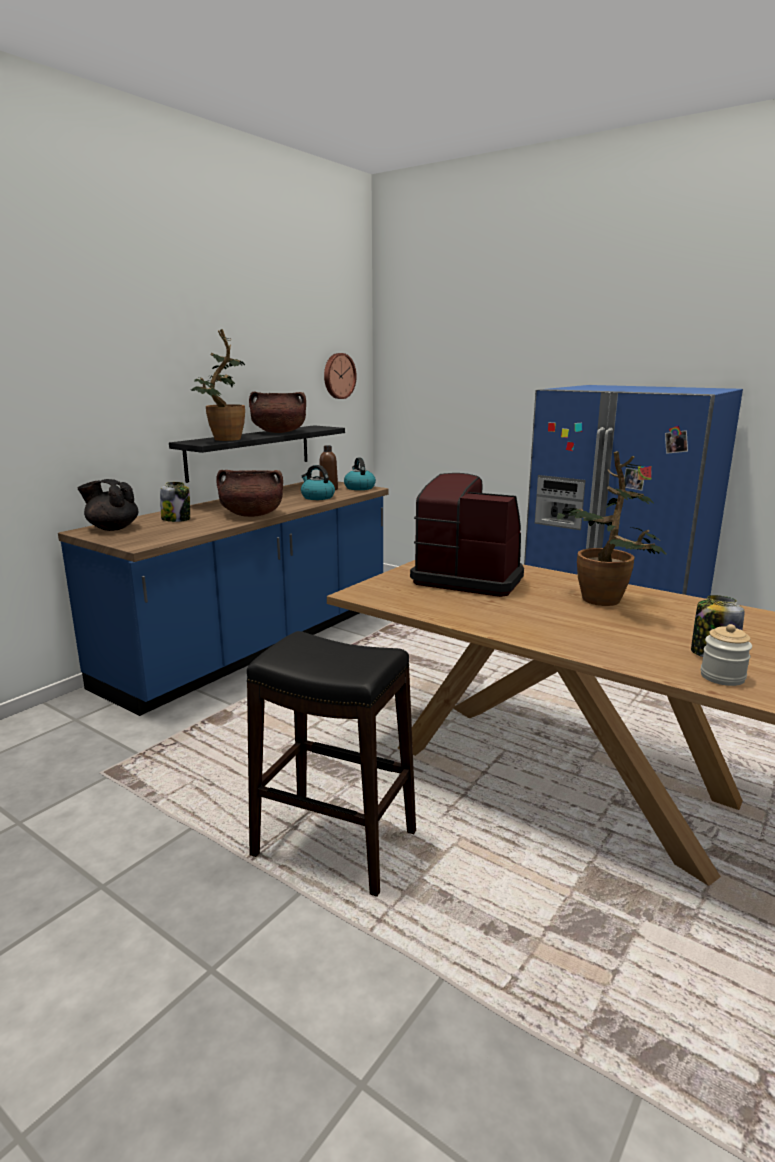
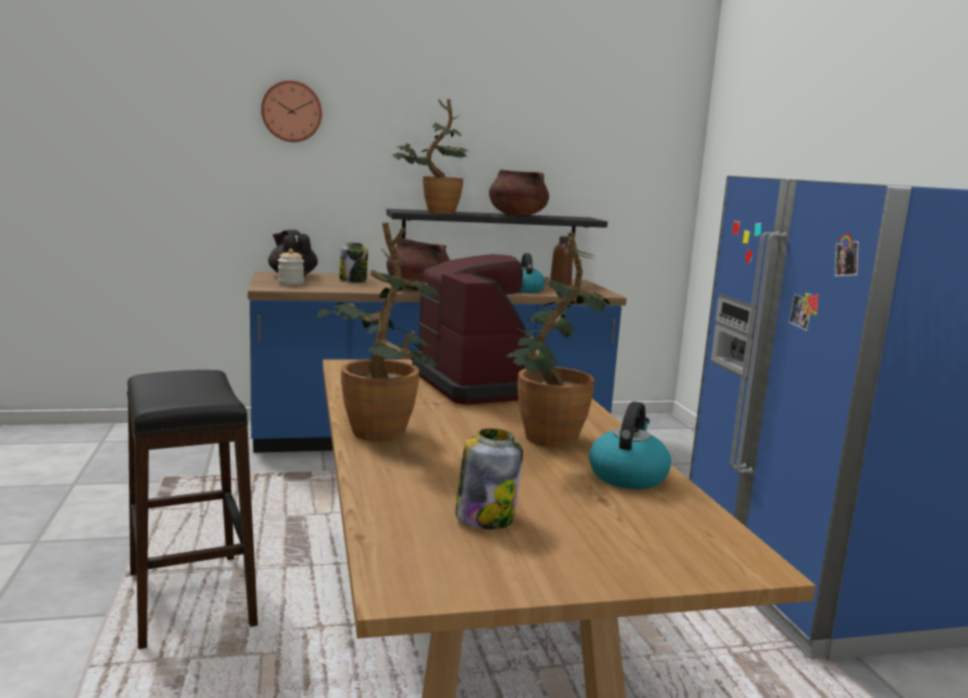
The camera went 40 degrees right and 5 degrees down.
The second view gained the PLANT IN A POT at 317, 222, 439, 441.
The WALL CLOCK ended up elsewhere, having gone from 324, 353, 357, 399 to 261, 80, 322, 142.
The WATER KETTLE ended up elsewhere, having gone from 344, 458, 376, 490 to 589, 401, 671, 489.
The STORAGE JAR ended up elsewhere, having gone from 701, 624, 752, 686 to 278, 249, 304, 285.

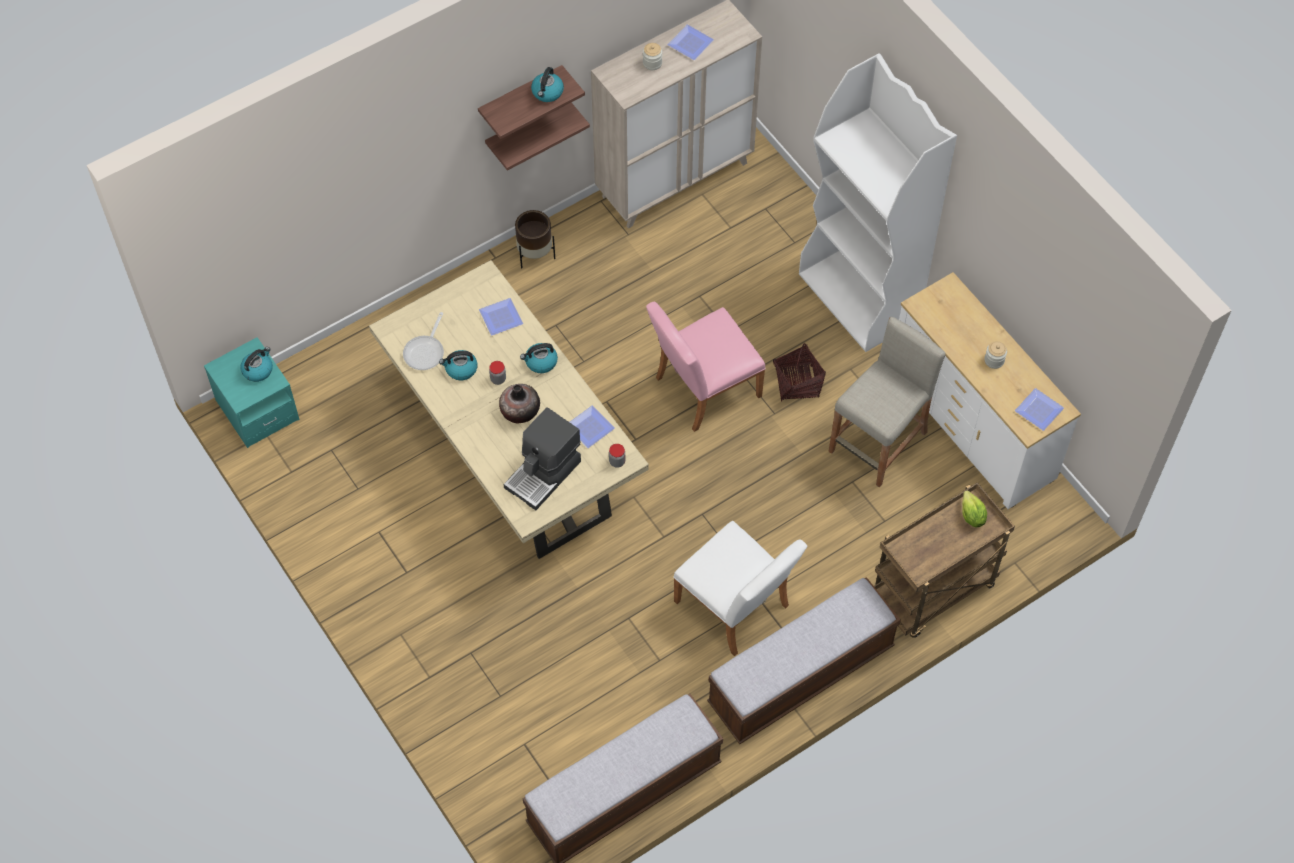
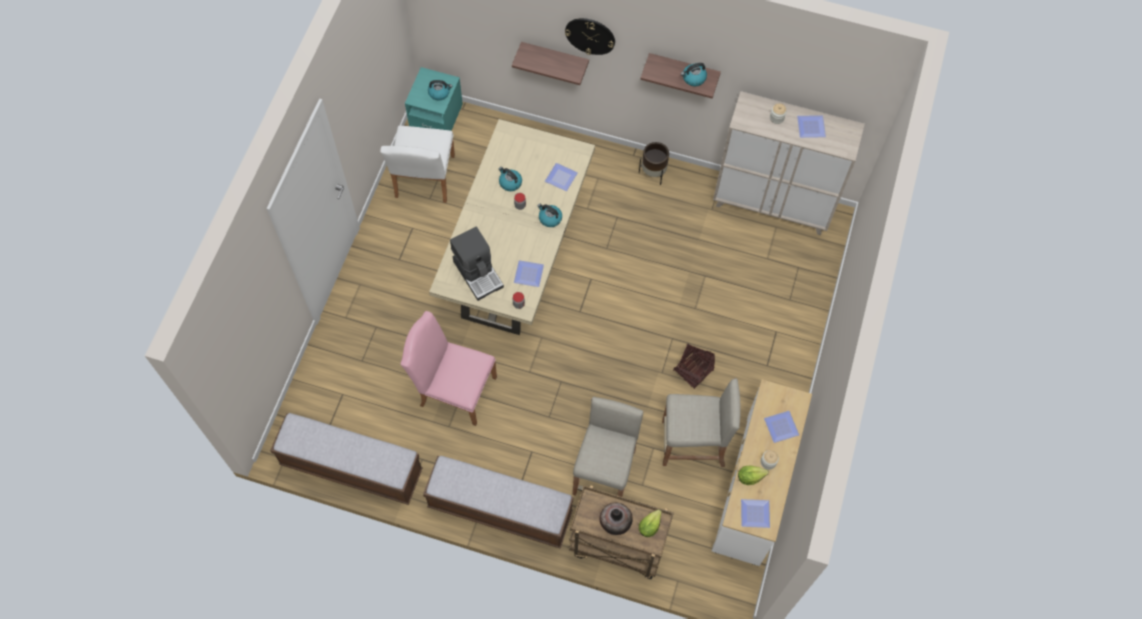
The camera went 50 degrees right and 5 degrees up.
The second view lost the SKILLET at 403, 312, 444, 370.
The second view lost the WHITISH BOOKCASE at 799, 53, 957, 352.
The second view gained the WALL CLOCK at 565, 18, 615, 55.
The second view gained the BEIGE STOOL at 573, 397, 643, 497.
The second view gained the LETTUCE HEAD at 738, 466, 769, 485.
The second view gained the PLATE at 764, 411, 799, 443.
The WALL SHELF ended up elsewhere, having gone from 485, 102, 590, 171 to 512, 42, 589, 85.
The DECORATIVE VASE ended up elsewhere, having gone from 499, 384, 540, 423 to 600, 503, 633, 535.
The PINK-COLOURED CHAIR ended up elsewhere, having gone from 646, 302, 766, 432 to 400, 311, 497, 426.
The WHITISH CHAIR ended up elsewhere, having gone from 673, 521, 807, 656 to 380, 126, 455, 203.
The COFFEE BREWER at 504, 407, 581, 510 ended up facing another way, 120 degrees counterclockwise from before.

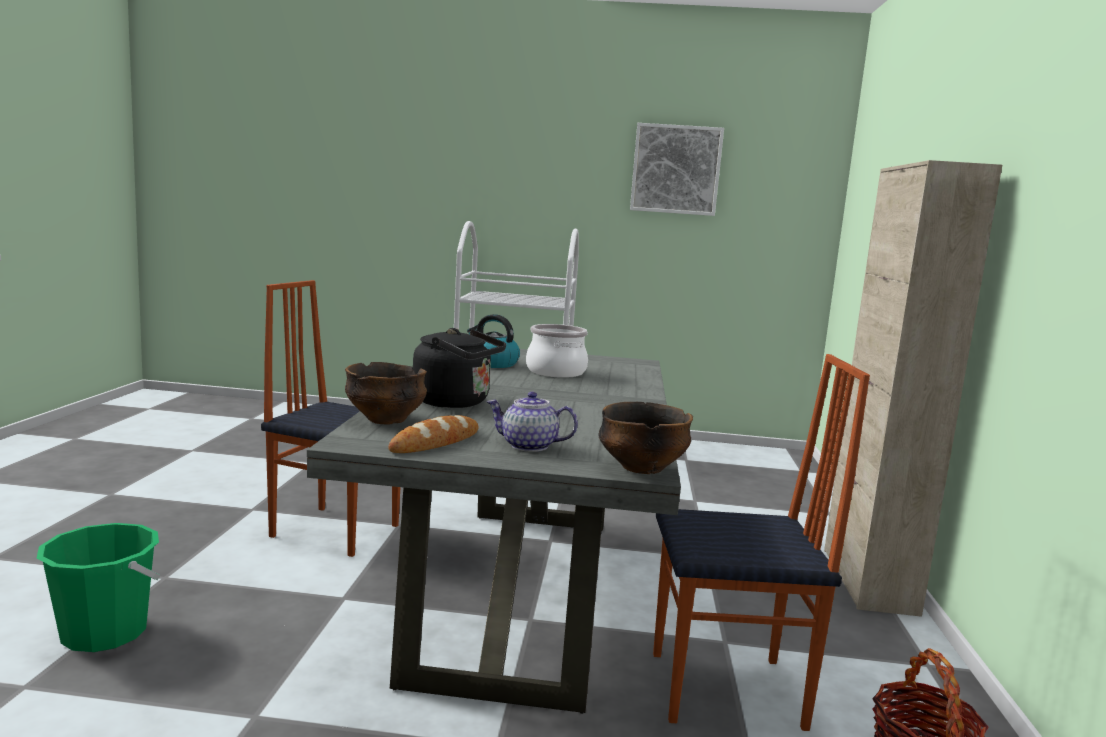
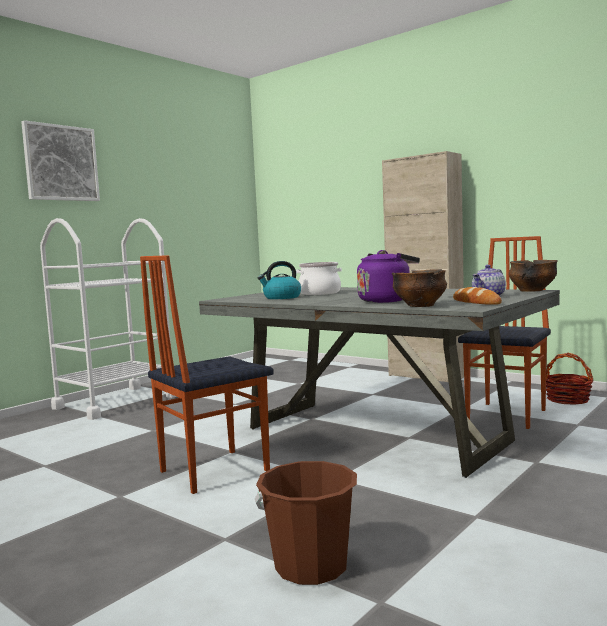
The camera went 55 degrees left and 5 degrees down.
The WALL PICTURE ended up elsewhere, having gone from 630, 123, 724, 216 to 21, 120, 100, 201.
What was the GREEN BUCKET at 37, 523, 161, 652 turned into the BROWNISH BUCKET at 255, 461, 357, 585.
What was the BLACK-COLOURED WATER KETTLE at 413, 328, 506, 408 turned into the PURPLE WATER KETTLE at 357, 250, 420, 303.

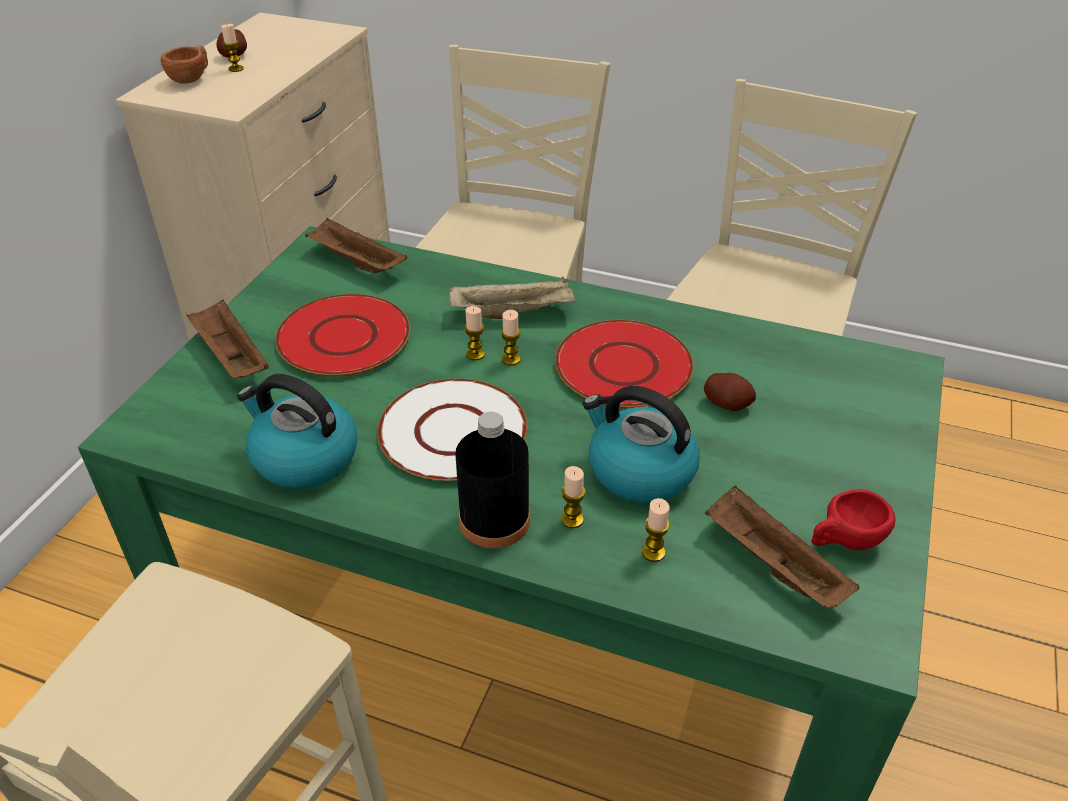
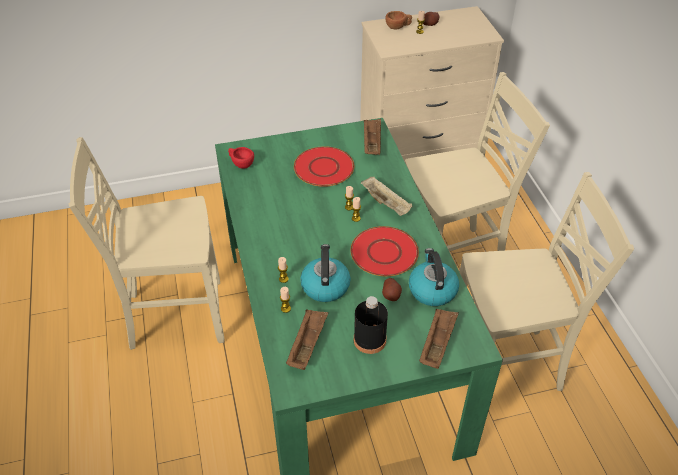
The camera went 55 degrees right and 5 degrees up.
The second view lost the WHITISH PLATE at 377, 379, 527, 481.
The BROWNISH SERVING TRAY ended up elsewhere, having gone from 186, 299, 269, 379 to 419, 308, 459, 369.
The WATER KETTLE ended up elsewhere, having gone from 237, 374, 357, 489 to 409, 248, 459, 306.
The BLACK-COLOURED DRINK BOTTLE ended up elsewhere, having gone from 455, 412, 530, 548 to 354, 296, 388, 354.
The REDDISH SMALL CUP ended up elsewhere, having gone from 811, 489, 896, 550 to 228, 147, 254, 169.

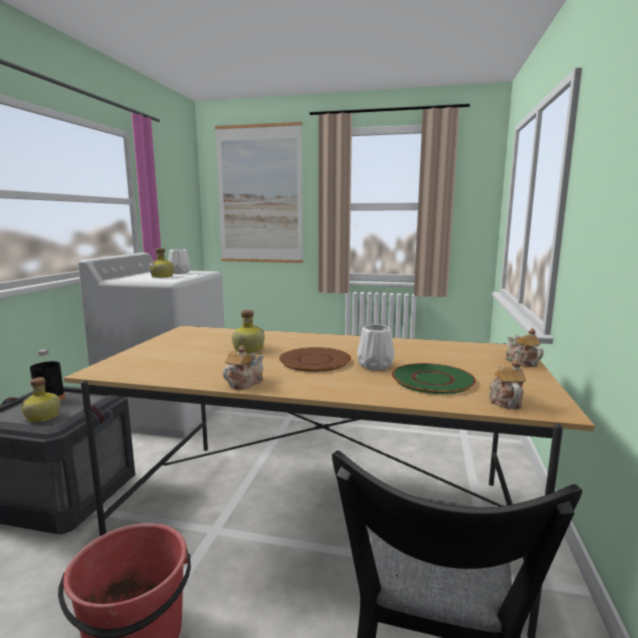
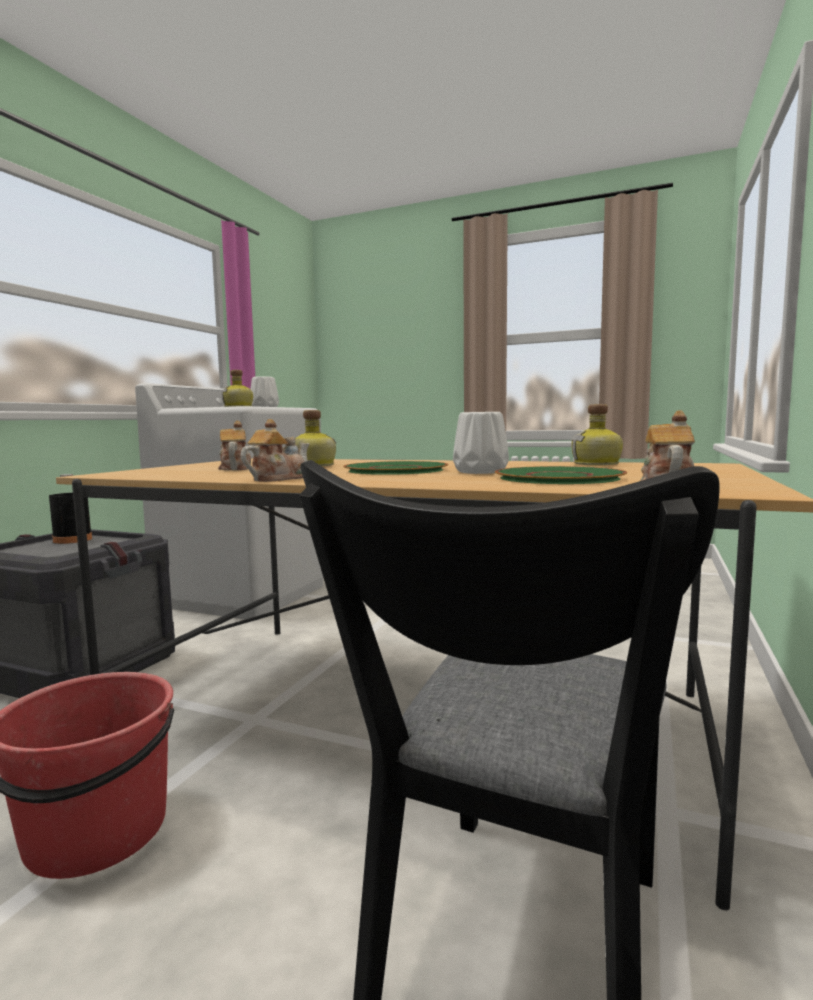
The camera went 10 degrees right and 5 degrees down.
The second view lost the WALL PICTURE at 215, 122, 303, 263.
The DRINK BOTTLE ended up elsewhere, having gone from 21, 377, 60, 422 to 571, 404, 623, 465.
The TEAPOT ended up elsewhere, having gone from 505, 328, 544, 367 to 218, 421, 251, 470.
What was the BROWNISH PLATE at 279, 347, 351, 372 turned into the GREEN PLATE at 343, 461, 448, 475.

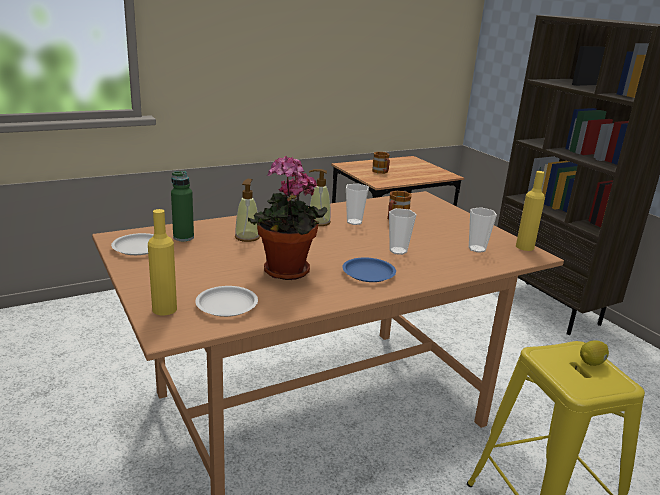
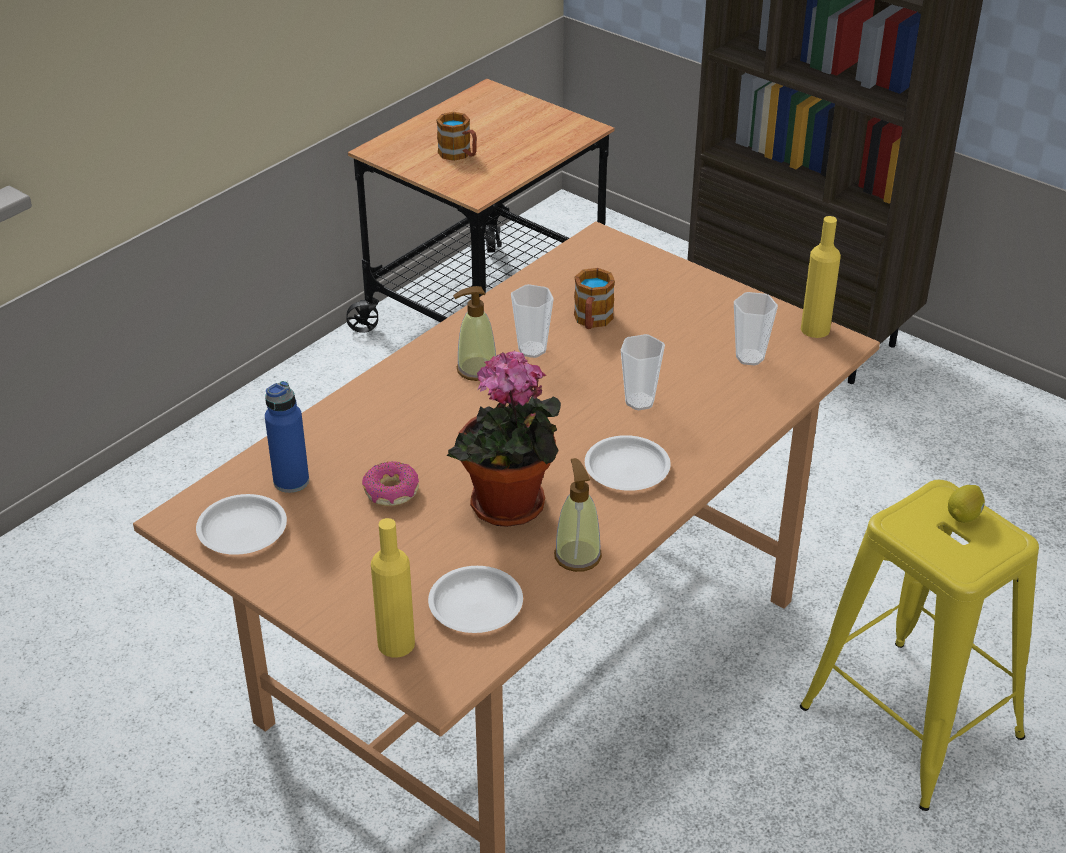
The camera went 20 degrees left and 15 degrees up.
The second view gained the RING DOUGHNUT at 362, 461, 419, 506.
The SOAP DISPENSER ended up elsewhere, having gone from 235, 179, 260, 242 to 554, 458, 602, 572.
What was the GREEN DRINK BOTTLE at 171, 171, 194, 241 turned into the BLUE-COLOURED DRINK BOTTLE at 265, 381, 309, 493.
What was the BLUE-COLOURED PLATE at 342, 257, 396, 282 turned into the WHITISH PLATE at 585, 435, 671, 491.

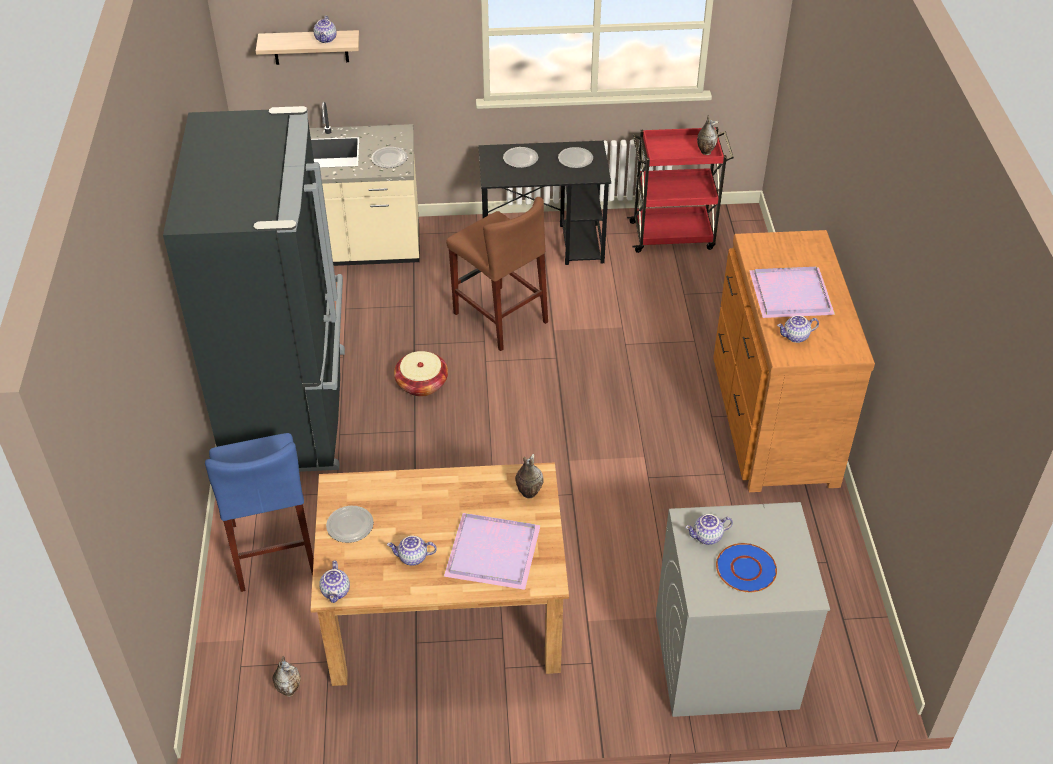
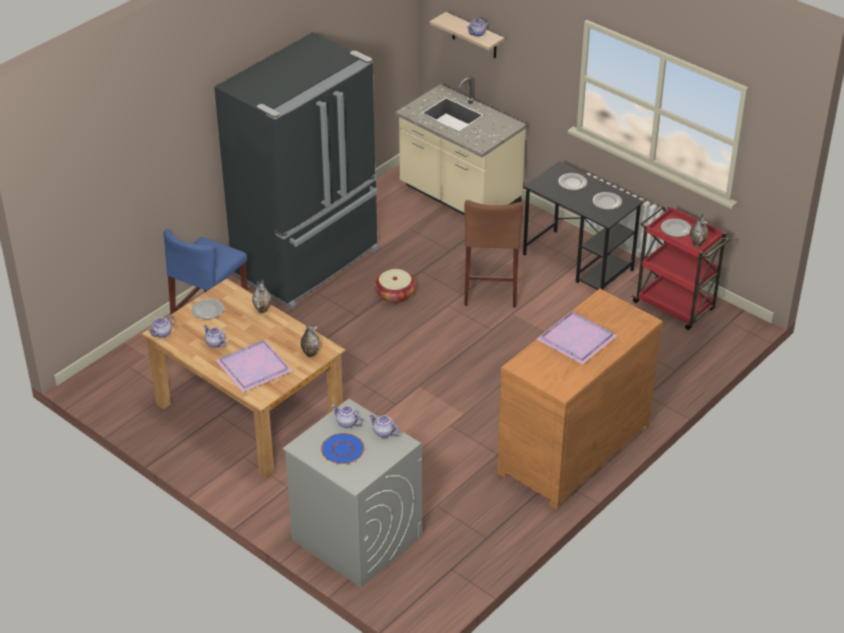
The camera went 45 degrees right and 5 degrees down.
The DECORATIVE VASE ended up elsewhere, having gone from 273, 656, 301, 697 to 252, 280, 271, 314.
The PLATE ended up elsewhere, having gone from 371, 147, 407, 168 to 661, 219, 691, 237.
The TEAPOT ended up elsewhere, having gone from 777, 315, 819, 343 to 369, 414, 400, 438.

